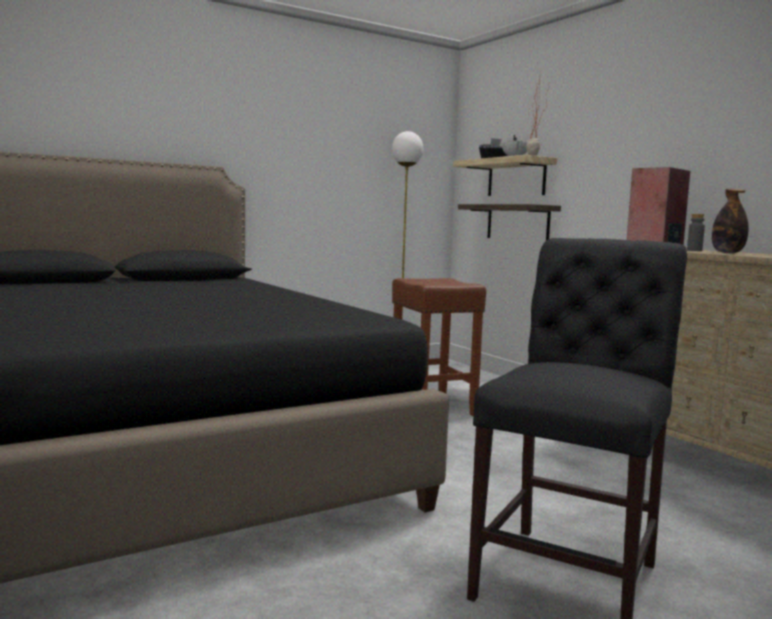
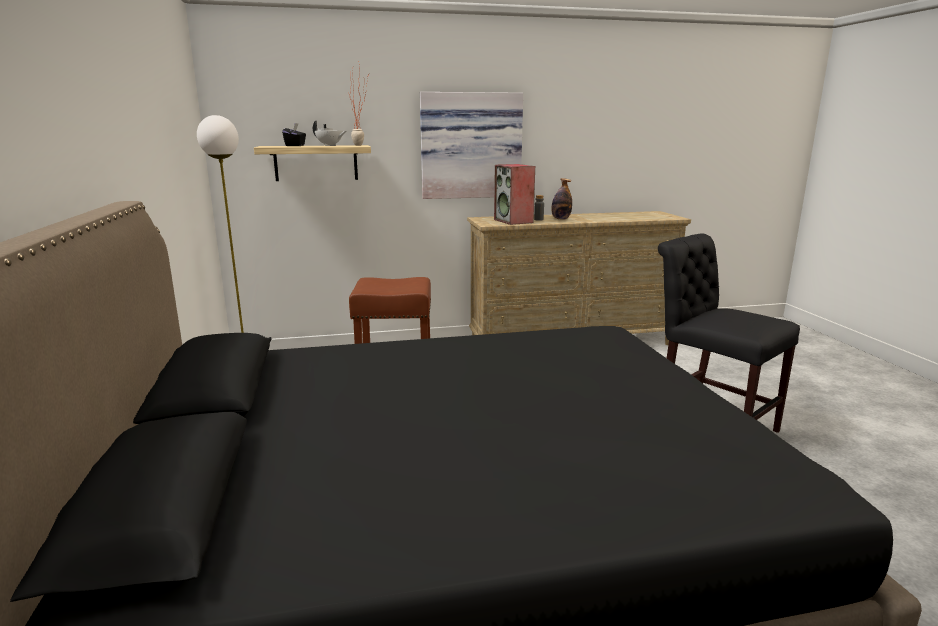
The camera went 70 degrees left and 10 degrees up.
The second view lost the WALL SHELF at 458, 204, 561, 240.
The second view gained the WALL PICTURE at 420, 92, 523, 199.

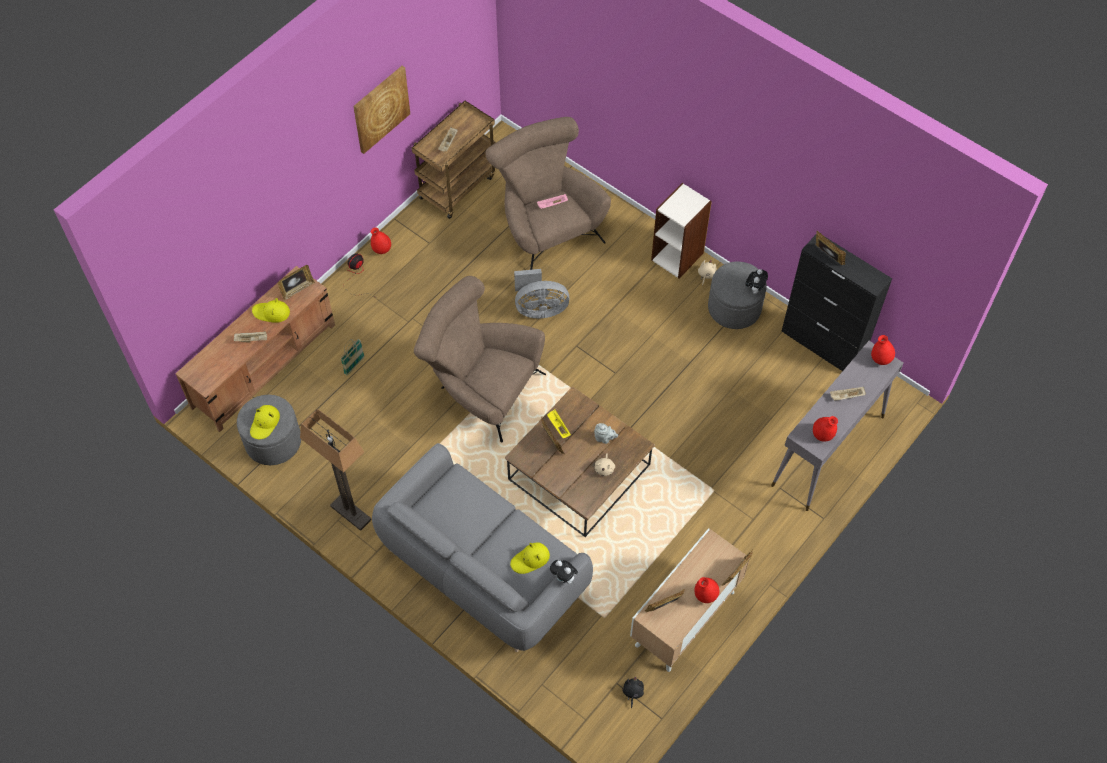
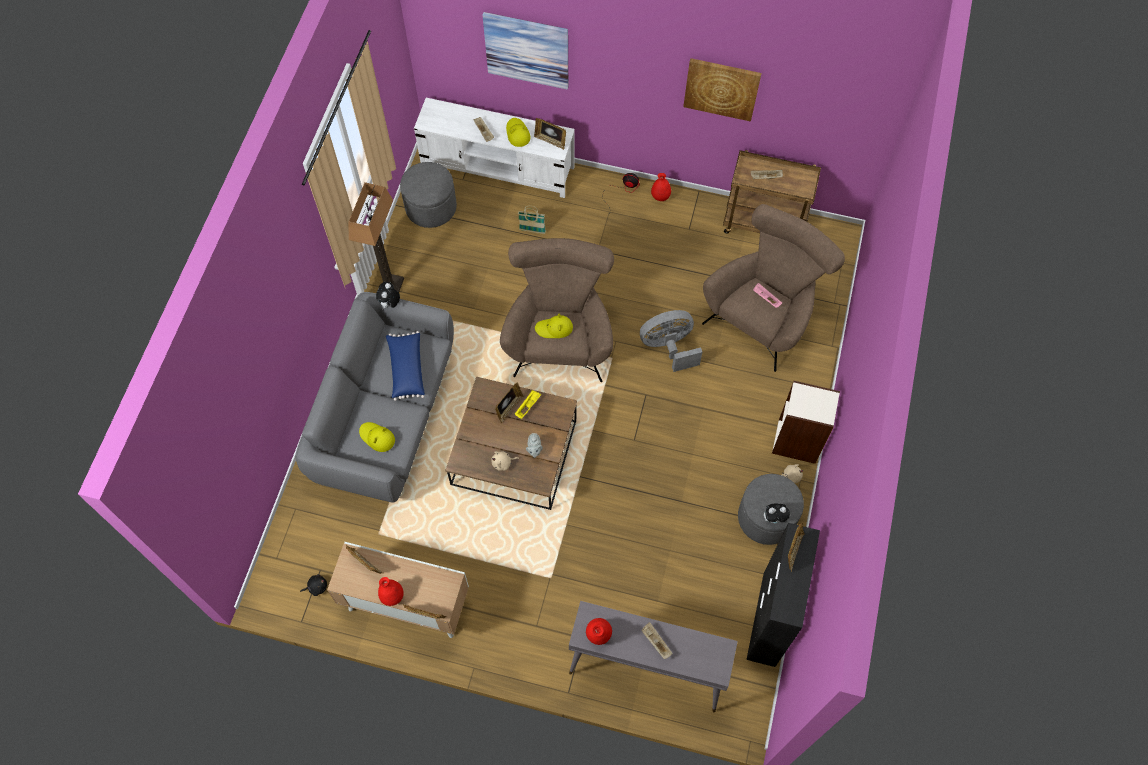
The camera went 65 degrees right and 5 degrees up.
The second view lost the REDDISH DECORATIVE VASE at 871, 335, 895, 365.
The second view gained the BLUE-COLOURED CUSHION at 386, 331, 425, 401.
The second view gained the WALL PICTURE at 483, 12, 568, 89.
The YELLOWISH CLOTHING HAT ended up elsewhere, having gone from 250, 405, 280, 439 to 535, 314, 573, 338.
The PLUSH TOY ended up elsewhere, having gone from 550, 560, 578, 584 to 376, 282, 400, 309.
What was the BROWNISH MEDIA CONSOLE at 175, 266, 335, 432 turned into the WHITISH MEDIA CONSOLE at 414, 98, 575, 198.
The GREYISH COOLING FAN at 514, 269, 570, 319 ended up facing another way, 105 degrees clockwise from before.

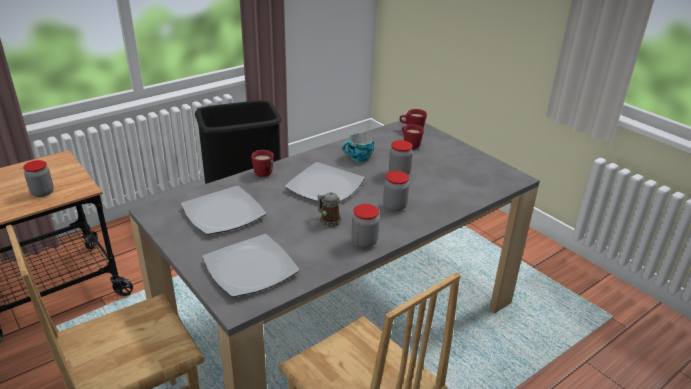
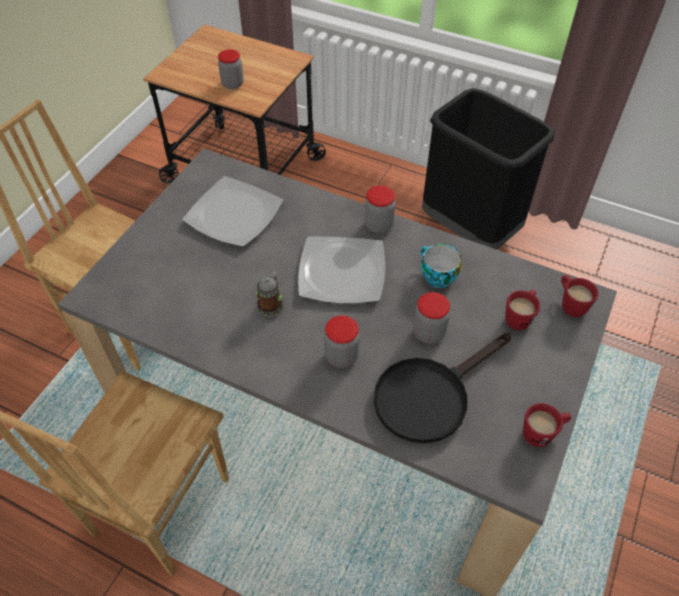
The camera went 65 degrees right and 20 degrees up.
The second view lost the PLATE at 202, 234, 299, 297.
The second view gained the BLACK-COLOURED SKILLET at 374, 333, 511, 443.
The REDDISH TEA MUG ended up elsewhere, having gone from 251, 150, 274, 177 to 523, 403, 571, 447.
The STORAGE JAR ended up elsewhere, having gone from 351, 204, 380, 248 to 365, 186, 396, 233.

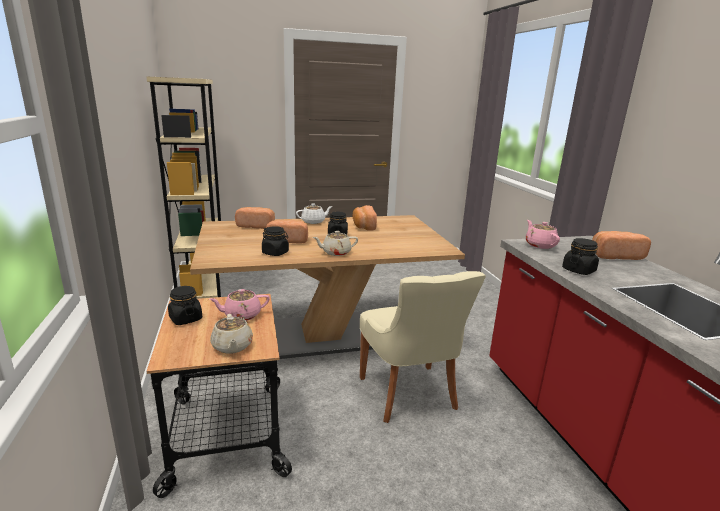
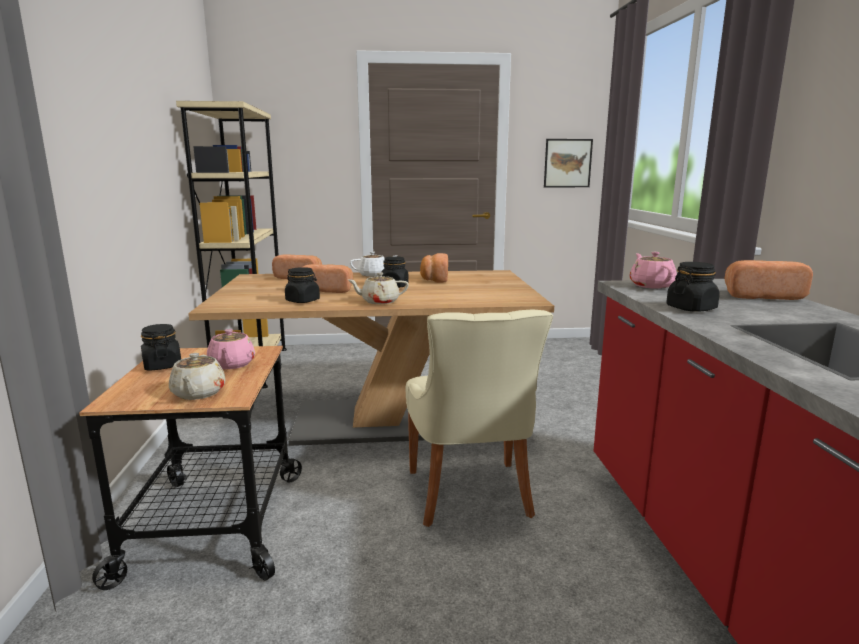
The camera went 10 degrees right and 5 degrees down.
The second view gained the WALL PICTURE at 544, 139, 593, 187.
The PINK-COLOURED TEAPOT at 209, 289, 270, 321 ended up facing another way, 90 degrees counterclockwise from before.

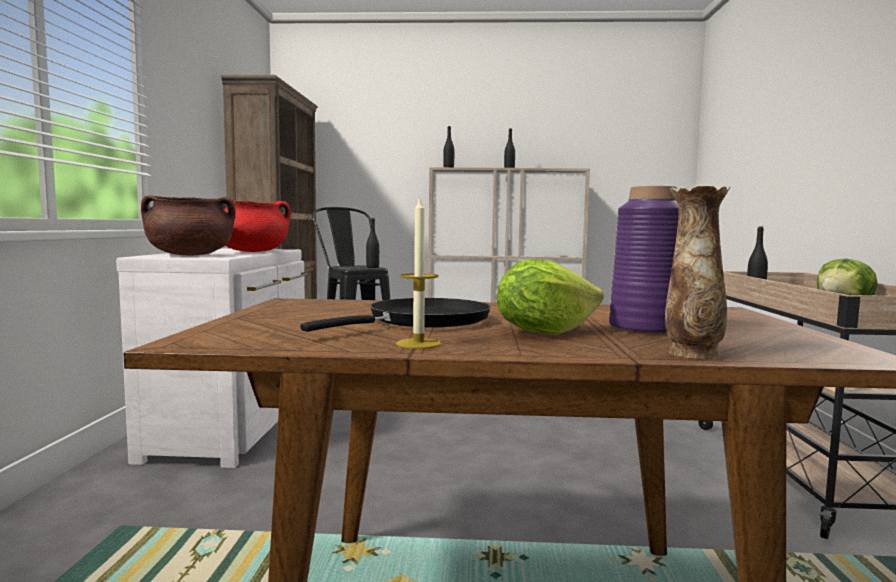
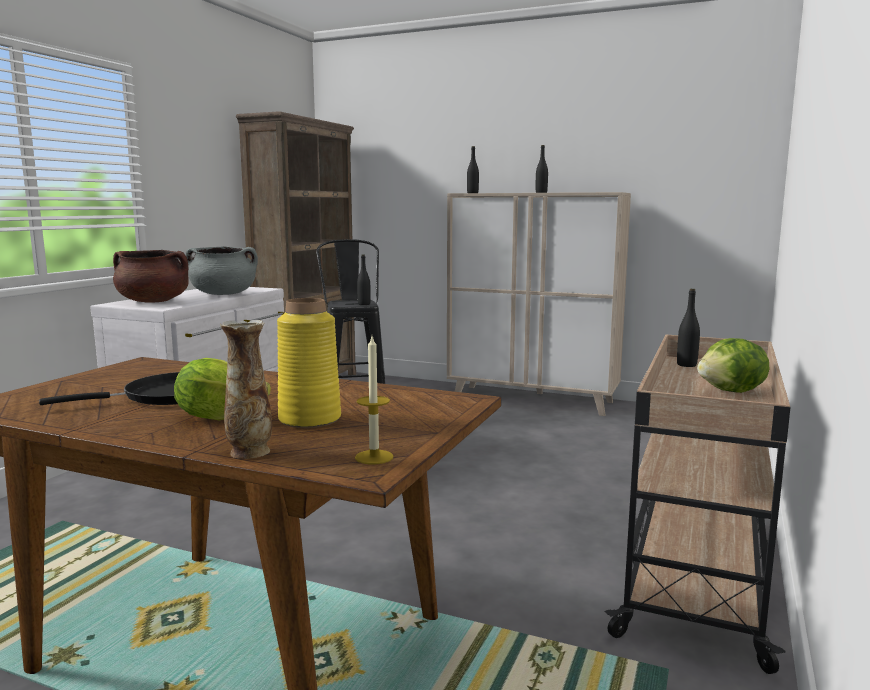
The camera went 20 degrees right and 5 degrees up.
The WAX LIGHT ended up elsewhere, having gone from 396, 196, 441, 349 to 355, 336, 394, 464.
What was the REDDISH STOCKPOT at 223, 201, 291, 252 turned into the GREYISH STOCKPOT at 185, 246, 258, 295.
What was the PURPLE DECORATIVE VASE at 609, 186, 679, 334 turned into the YELLOWISH DECORATIVE VASE at 277, 298, 341, 428.

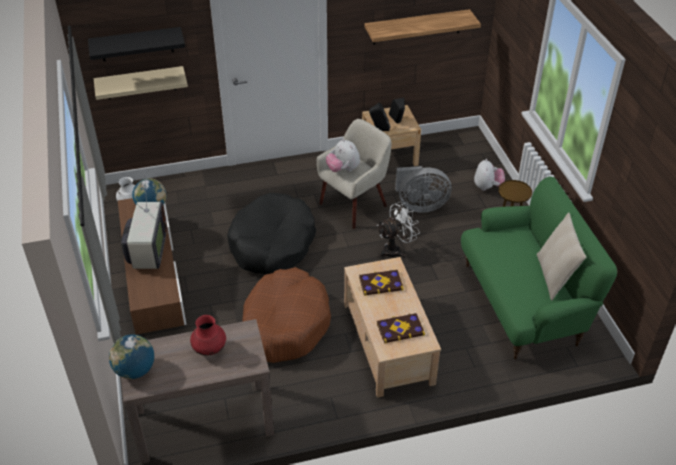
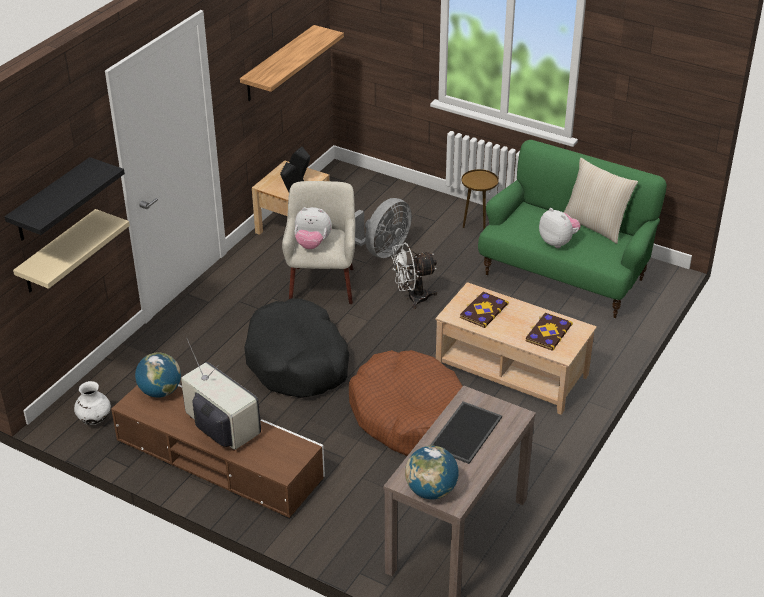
The camera went 45 degrees left and 5 degrees down.
The PLUSH TOY ended up elsewhere, having gone from 474, 159, 505, 191 to 539, 208, 581, 248.
Where the REDDISH DECORATIVE VASE stood at 190, 315, 226, 356, the SERVING TRAY came to stand at 430, 401, 502, 464.
The WHITISH COOLING FAN at 377, 202, 420, 258 ended up facing another way, 120 degrees counterclockwise from before.

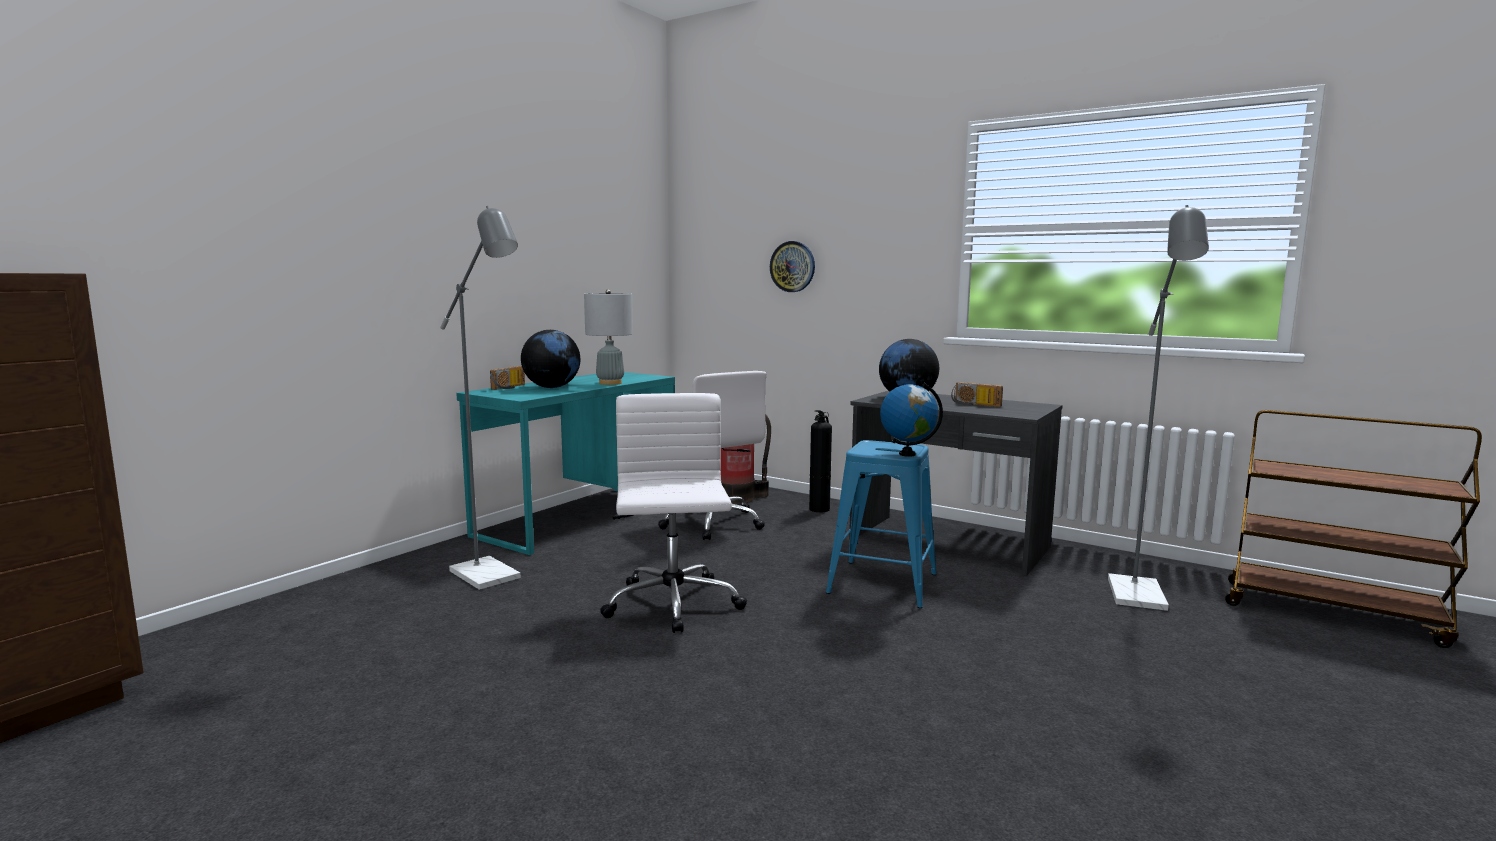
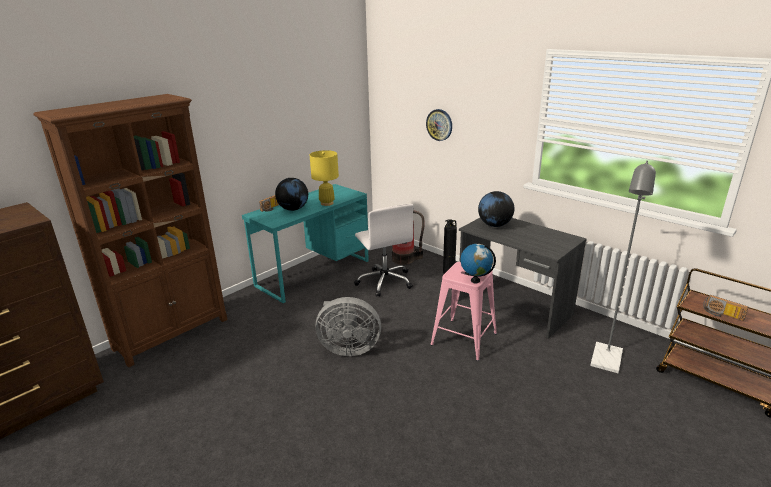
The camera went 10 degrees right and 15 degrees up.
The second view lost the GREYISH STANDING LAMP at 440, 206, 521, 590.
The second view gained the BROWNISH BOOKCASE at 34, 94, 227, 368.
The RADIO RECEIVER ended up elsewhere, having gone from 951, 382, 1003, 407 to 703, 295, 749, 321.
Where the WHITISH OFFICE CHAIR stood at 600, 393, 747, 633, the GREYISH COOLING FAN came to stand at 316, 297, 381, 356.
What was the GREYISH TABLETOP LAMP at 584, 289, 633, 385 turned into the YELLOWISH TABLETOP LAMP at 310, 150, 339, 206.
What was the BLUE-COLOURED STOOL at 826, 440, 937, 608 turned into the PINK-COLOURED STOOL at 431, 262, 497, 361.

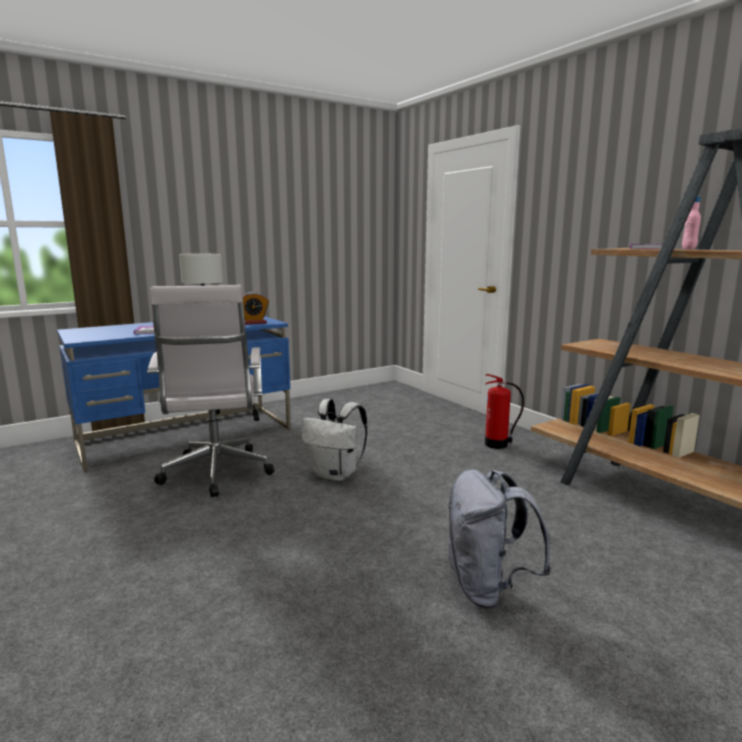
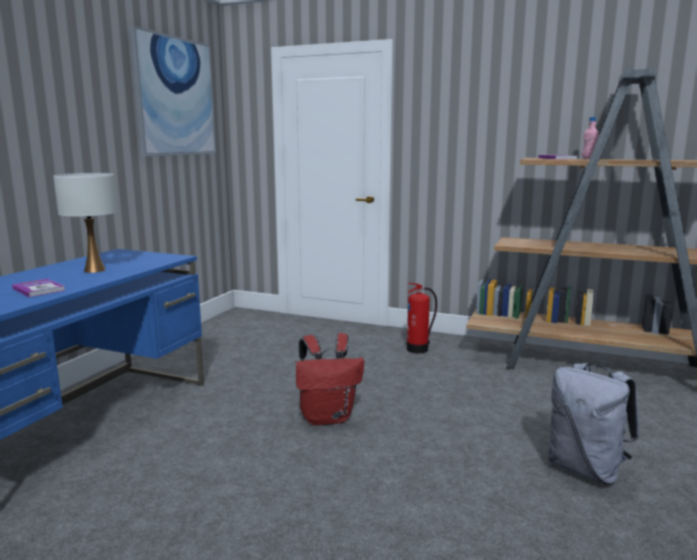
The camera went 35 degrees left and 0 degrees up.
The second view lost the WHITISH OFFICE CHAIR at 147, 285, 274, 497.
The second view lost the TABLE CLOCK at 243, 292, 269, 325.
The second view gained the WALL PICTURE at 130, 26, 216, 157.
What was the WHITISH KNAPSACK at 302, 399, 367, 481 turned into the REDDISH KNAPSACK at 296, 333, 364, 426.

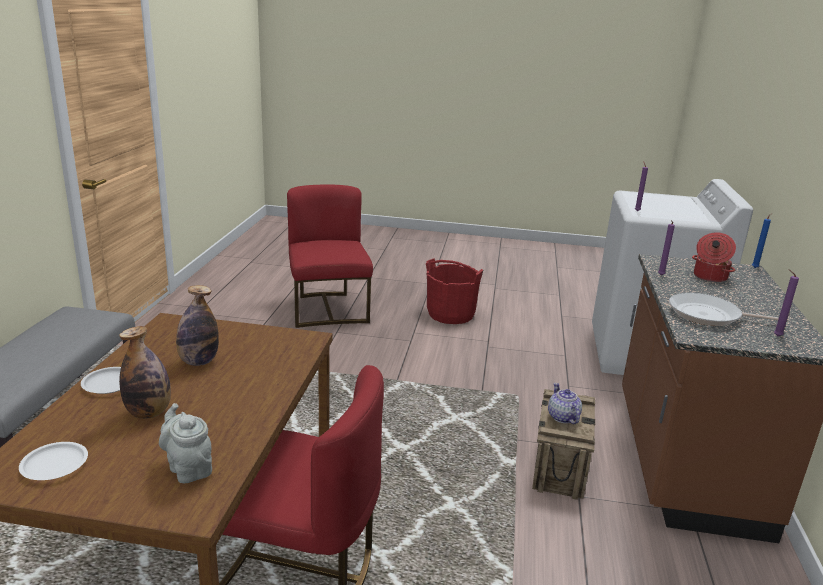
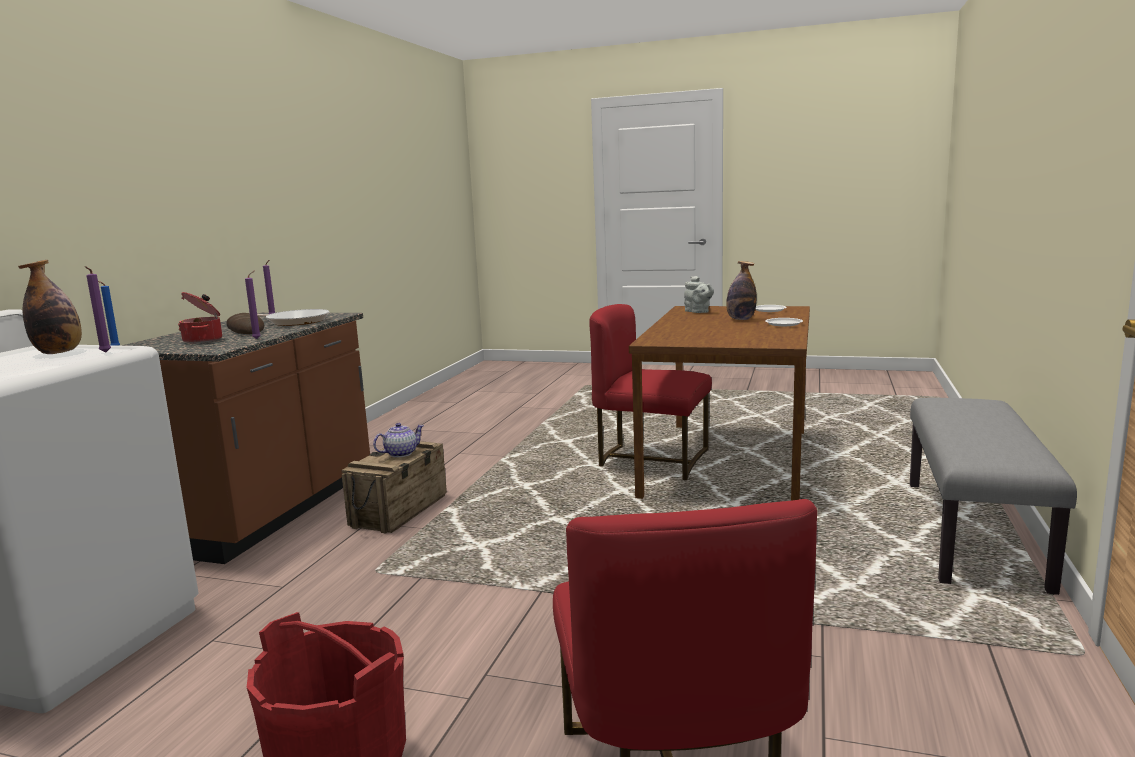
The camera went 170 degrees left and 10 degrees down.
The second view gained the BAKED BREAD at 226, 313, 264, 334.
The DRINK BOTTLE ended up elsewhere, having gone from 176, 285, 219, 366 to 18, 260, 82, 354.
The TEAPOT at 548, 383, 582, 424 ended up facing another way, 120 degrees counterclockwise from before.

